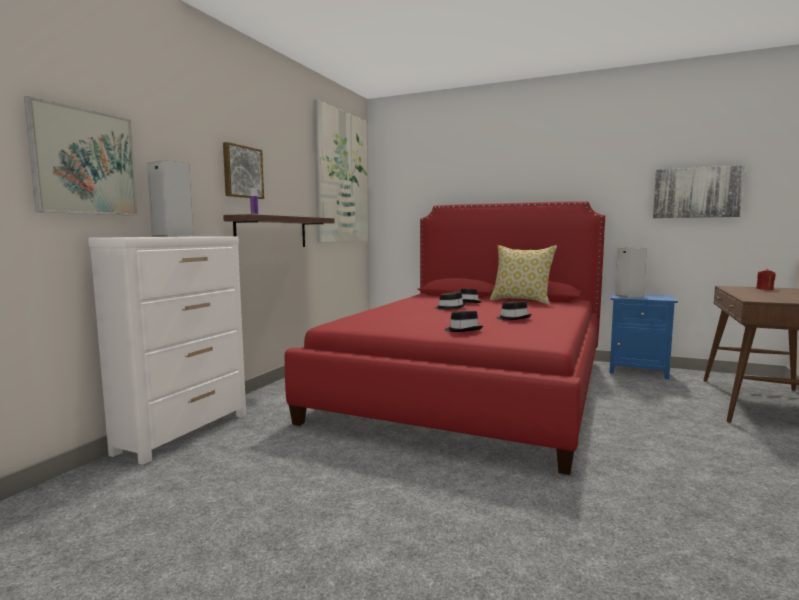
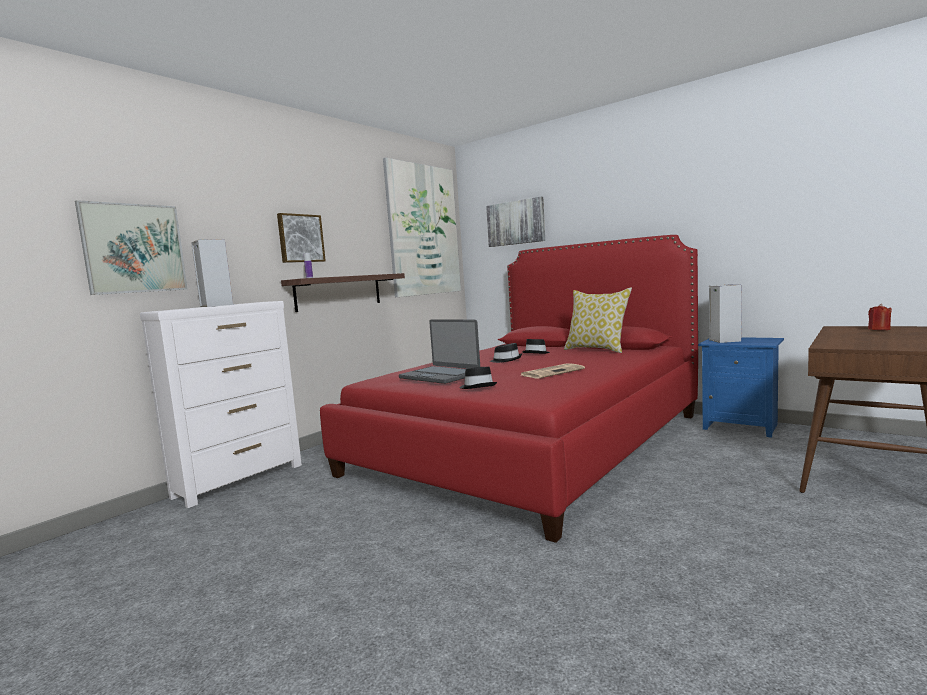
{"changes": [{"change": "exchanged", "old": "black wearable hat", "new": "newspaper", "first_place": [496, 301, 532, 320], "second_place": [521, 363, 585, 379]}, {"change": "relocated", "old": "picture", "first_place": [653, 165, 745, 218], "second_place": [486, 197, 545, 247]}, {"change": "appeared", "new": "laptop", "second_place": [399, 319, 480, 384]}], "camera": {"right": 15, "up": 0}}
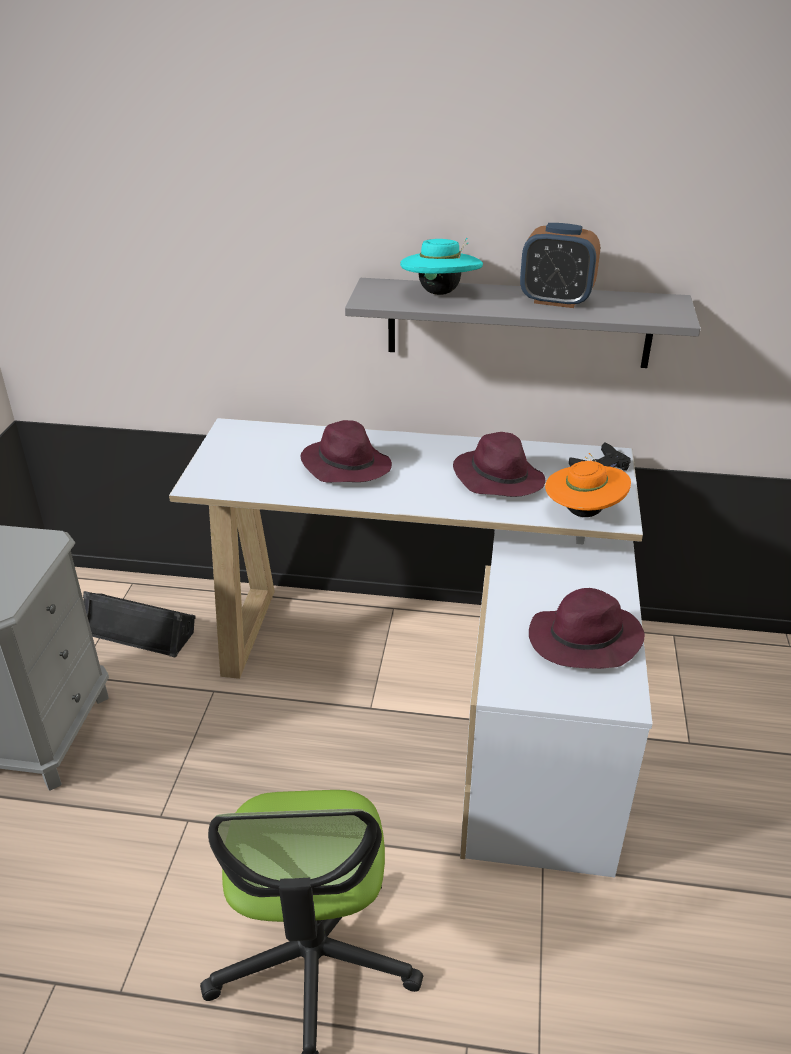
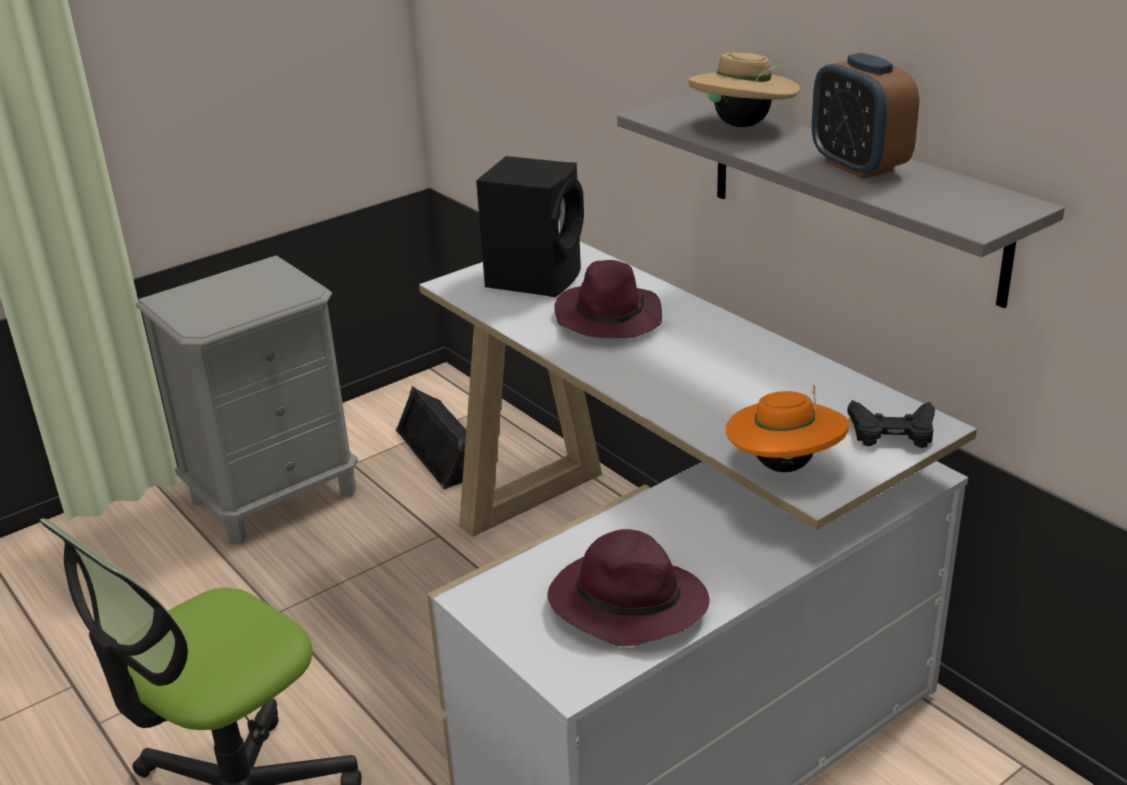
{"changes": [{"change": "colour", "old": "turquoise wearable hat", "new": "sand-coloured wearable hat", "first_place": [400, 238, 483, 295], "second_place": [689, 52, 800, 127]}, {"change": "missing", "old": "purple-coloured wearable hat", "first_place": [453, 432, 545, 497]}, {"change": "appeared", "new": "black loudspeaker", "second_place": [476, 156, 584, 297]}], "camera": {"right": 45, "up": -5}}
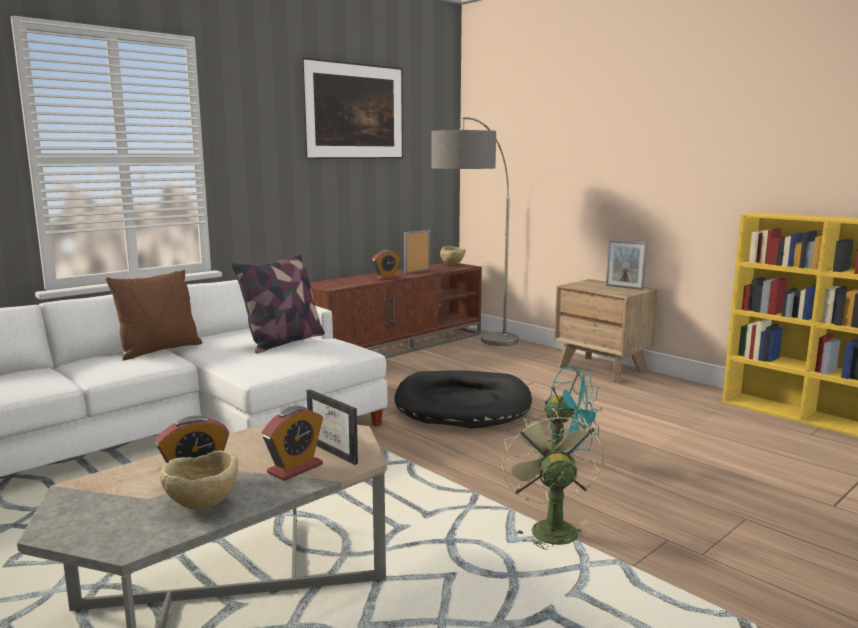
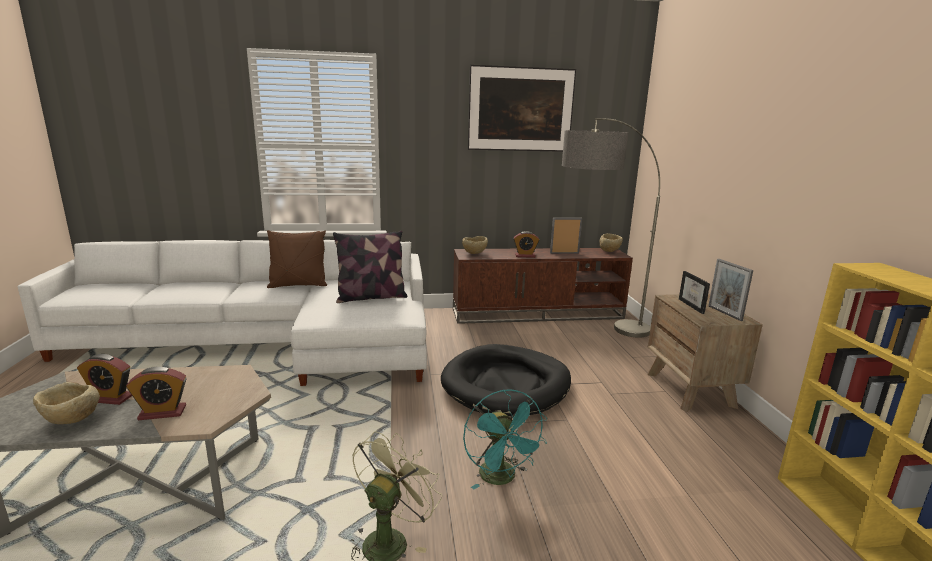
{"changes": [{"change": "relocated", "old": "standing frame", "first_place": [307, 389, 358, 465], "second_place": [679, 271, 710, 314]}, {"change": "appeared", "new": "sand-coloured bowl", "second_place": [462, 236, 488, 254]}], "camera": {"right": 35, "up": 5}}
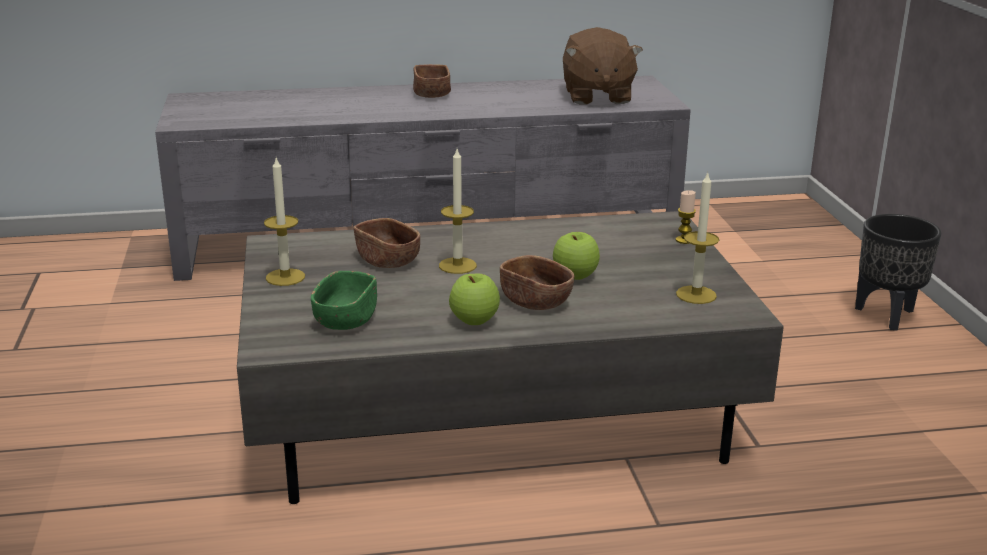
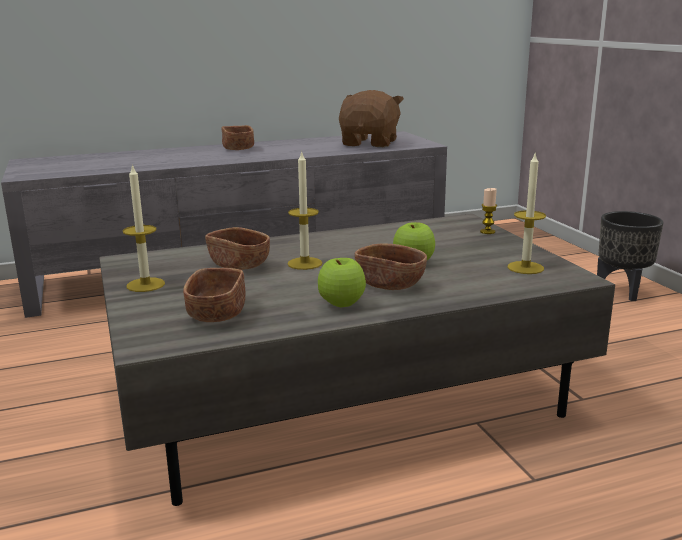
{"changes": [{"change": "colour", "old": "green bowl", "new": "brown bowl", "first_place": [311, 271, 377, 330], "second_place": [183, 268, 245, 322]}, {"change": "spun", "old": "brown plush toy", "first_place": [563, 27, 643, 105], "second_place": [339, 90, 404, 147], "degrees": -150}], "camera": {"right": -10, "up": -5}}
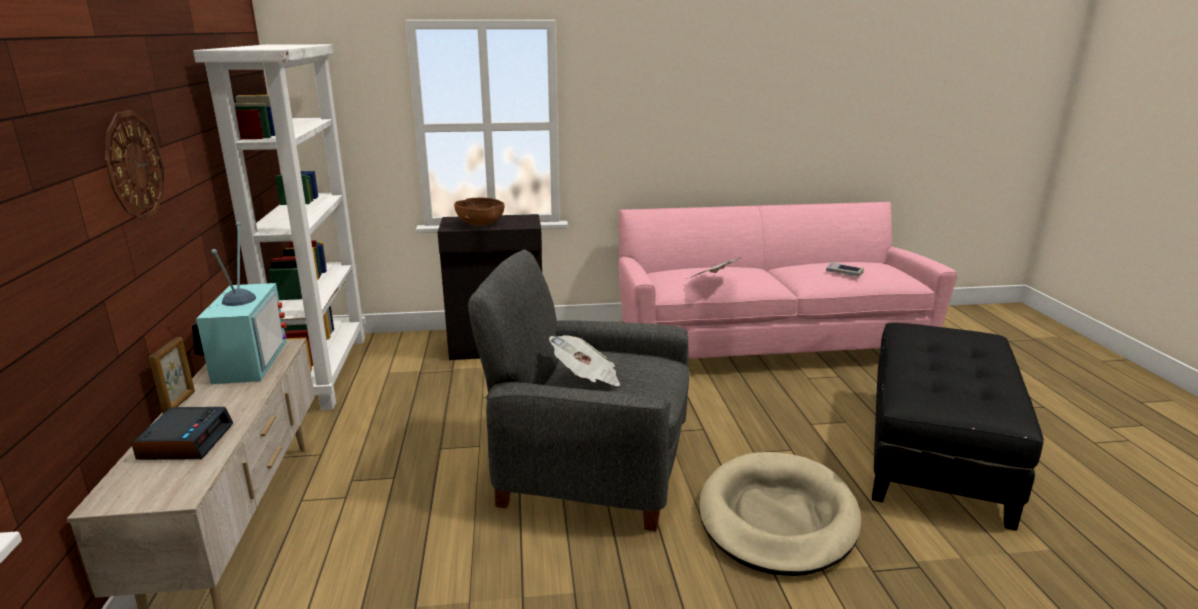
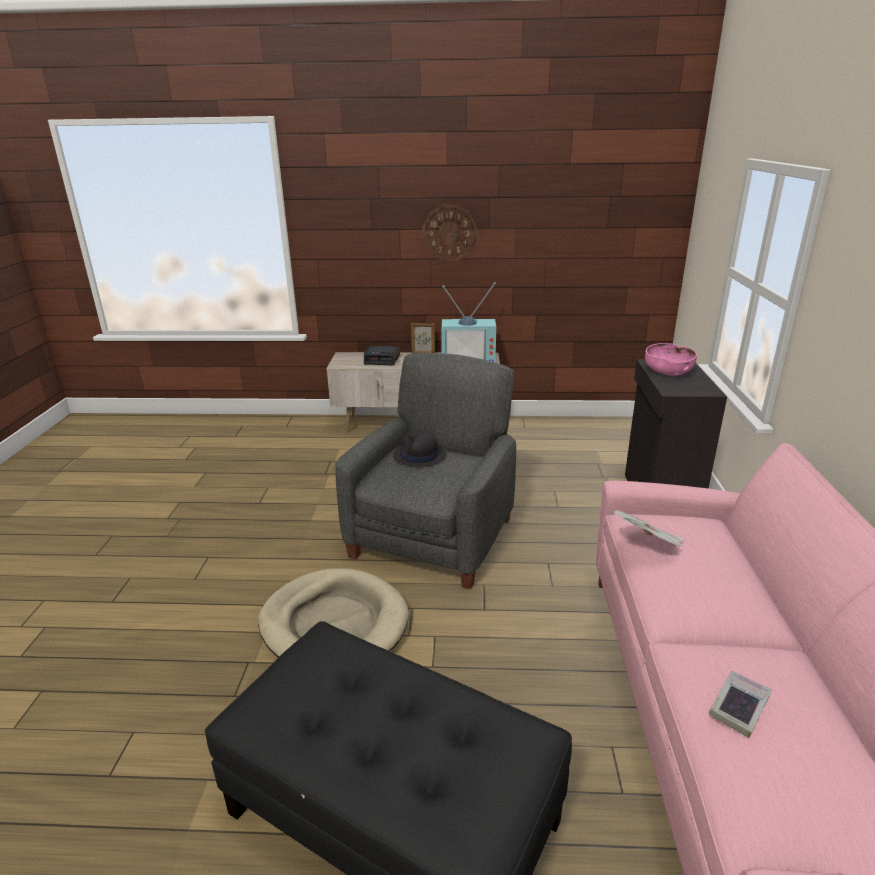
{"changes": [{"change": "missing", "old": "whitish shelving unit", "first_place": [193, 44, 366, 411]}, {"change": "colour", "old": "brown bowl", "new": "pinkish bowl", "first_place": [454, 198, 505, 225], "second_place": [645, 343, 697, 376]}, {"change": "exchanged", "old": "newspaper", "new": "black wearable hat", "first_place": [549, 335, 620, 386], "second_place": [393, 429, 446, 467]}], "camera": {"right": 100, "up": 5}}
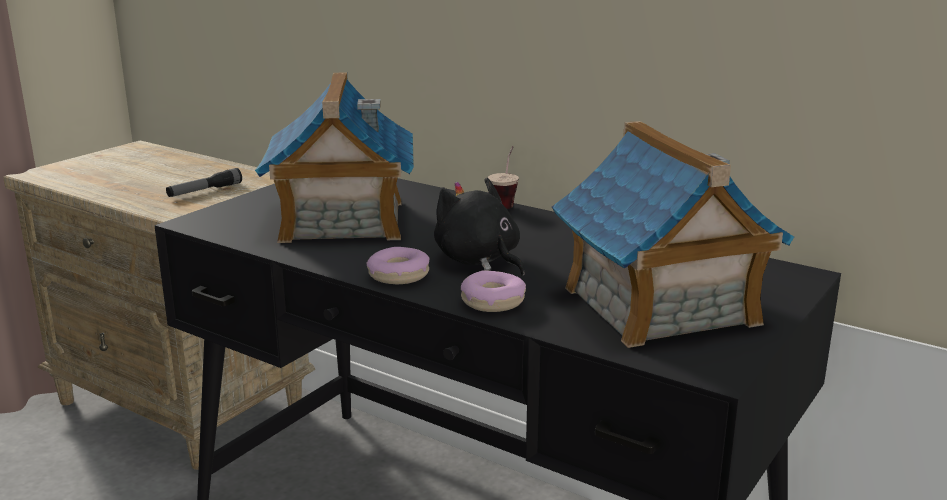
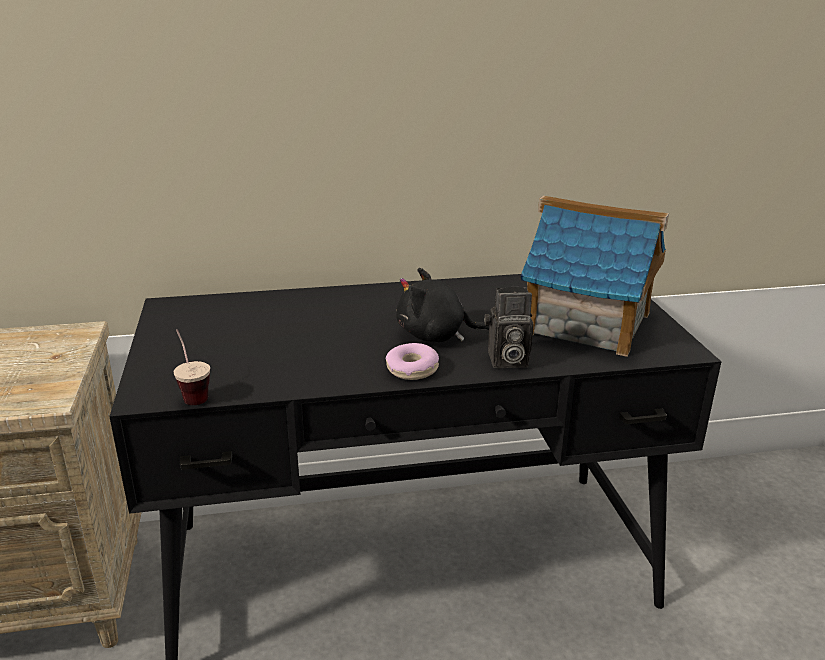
{"changes": [{"change": "missing", "old": "hand torch", "first_place": [166, 168, 242, 197]}, {"change": "missing", "old": "toy house", "first_place": [255, 73, 414, 243]}, {"change": "exchanged", "old": "donut", "new": "still camera", "first_place": [461, 270, 526, 312], "second_place": [484, 287, 534, 368]}, {"change": "relocated", "old": "drinking cup", "first_place": [488, 146, 519, 209], "second_place": [174, 329, 210, 405]}], "camera": {"right": -45, "up": 5}}
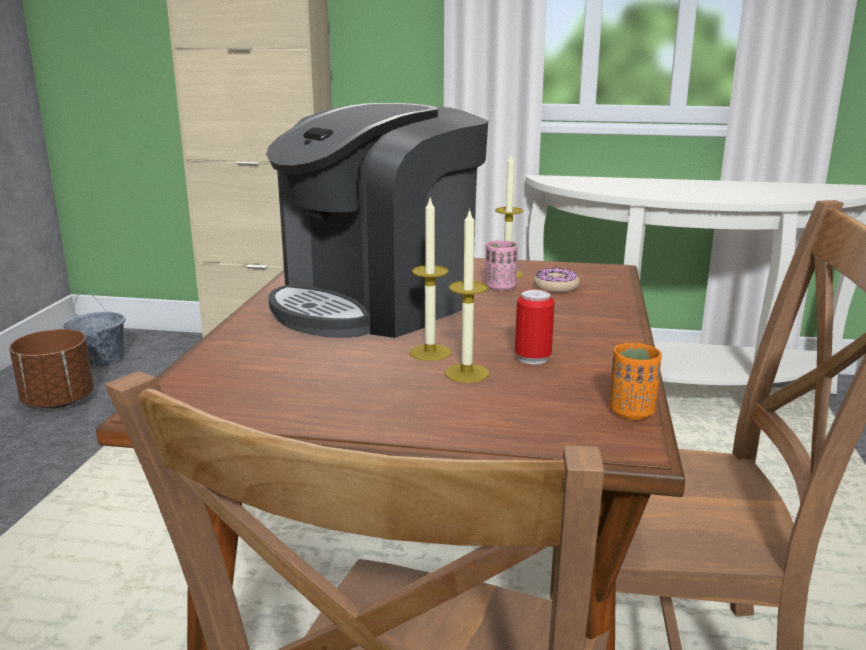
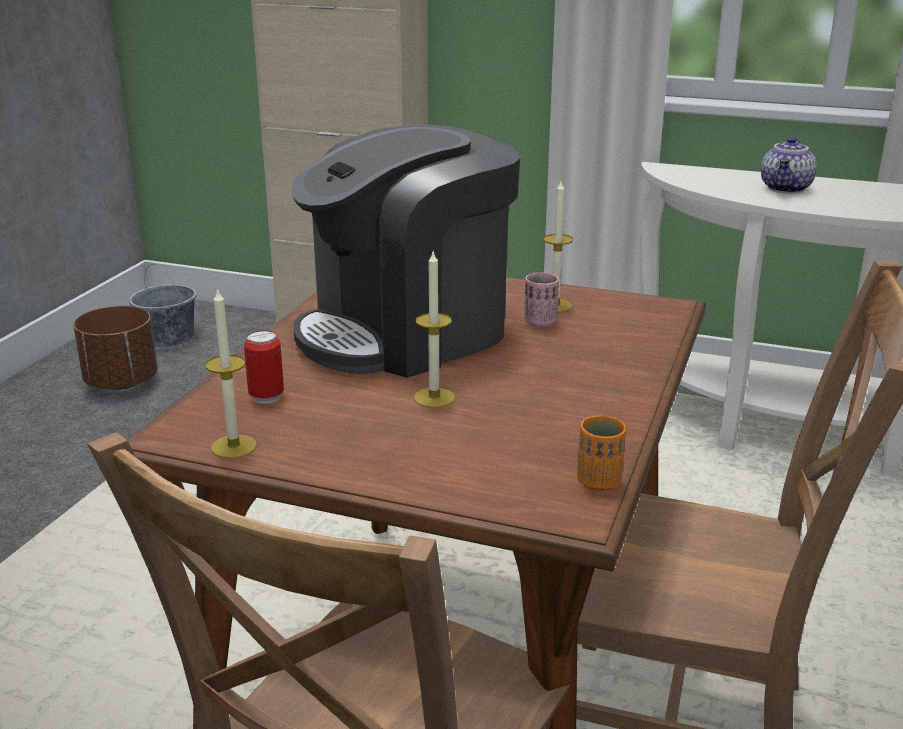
{"changes": [{"change": "relocated", "old": "wax light", "first_place": [445, 209, 489, 383], "second_place": [205, 287, 257, 458]}, {"change": "relocated", "old": "can", "first_place": [515, 289, 554, 365], "second_place": [244, 330, 284, 403]}, {"change": "missing", "old": "donut", "first_place": [534, 268, 580, 293]}, {"change": "appeared", "new": "teapot", "second_place": [761, 137, 817, 194]}], "camera": {"right": 10, "up": 5}}
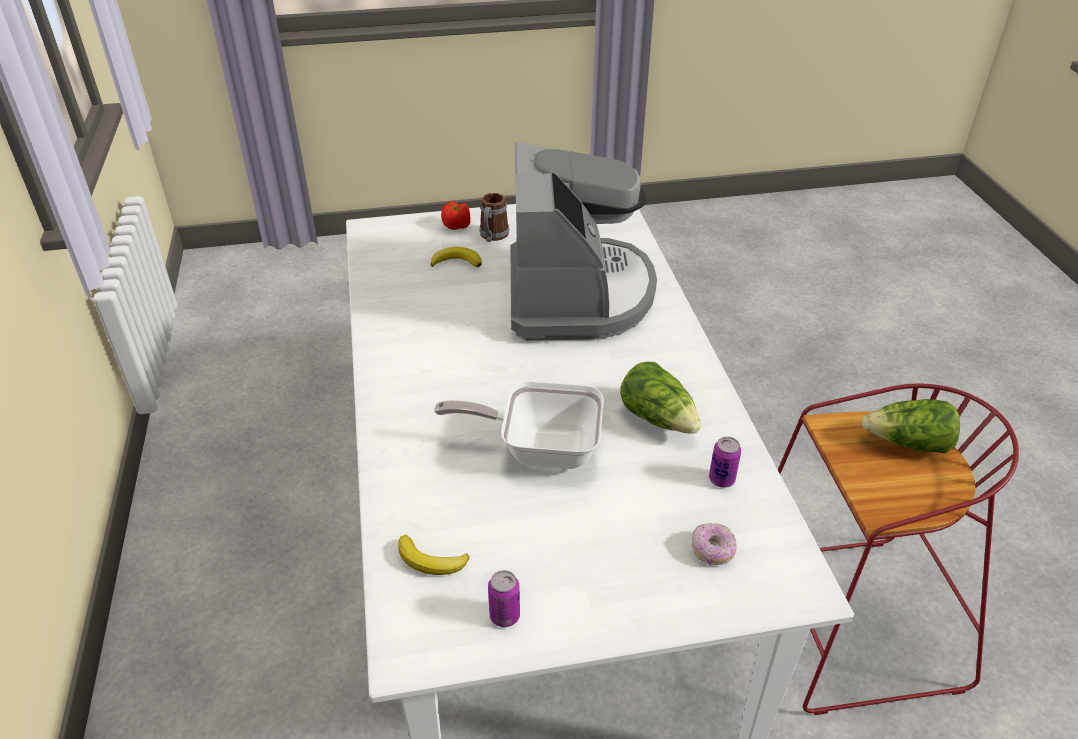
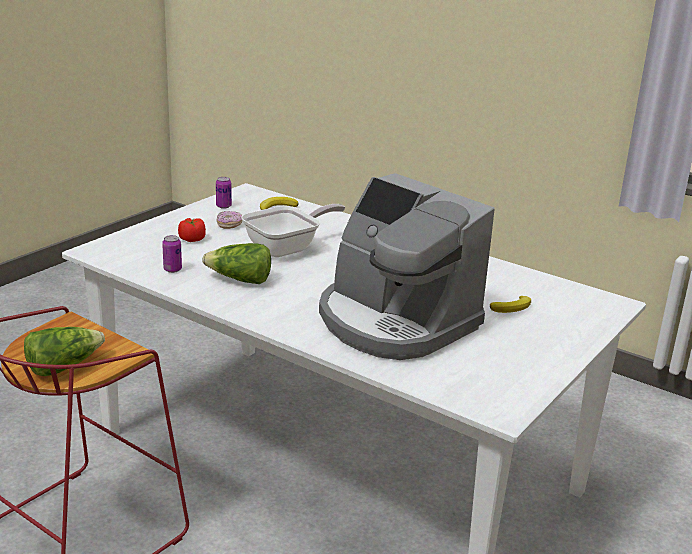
{"changes": [{"change": "relocated", "old": "tomato", "first_place": [441, 201, 471, 230], "second_place": [178, 218, 206, 242]}, {"change": "missing", "old": "coffee mug", "first_place": [480, 193, 509, 242]}, {"change": "relocated", "old": "donut", "first_place": [692, 523, 737, 565], "second_place": [217, 211, 242, 229]}], "camera": {"right": 135, "up": -15}}
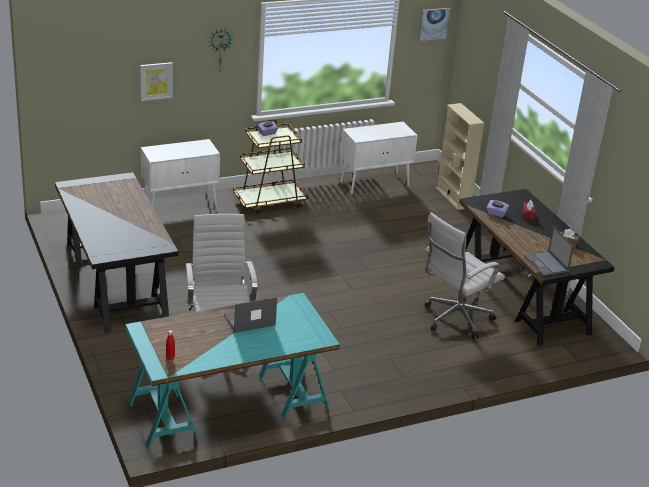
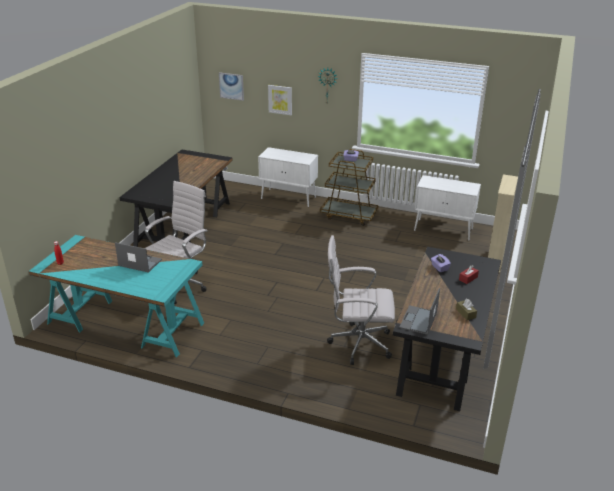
{"changes": [{"change": "relocated", "old": "picture", "first_place": [418, 8, 451, 41], "second_place": [219, 72, 244, 101]}], "camera": {"right": 45, "up": 0}}
